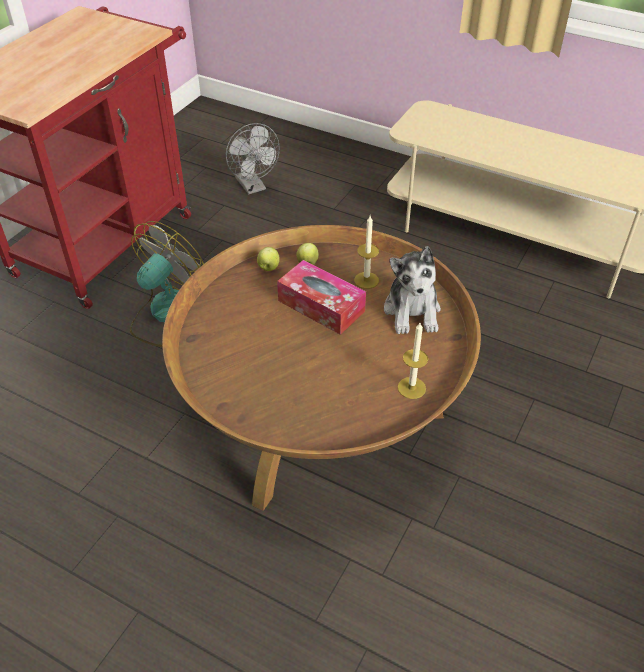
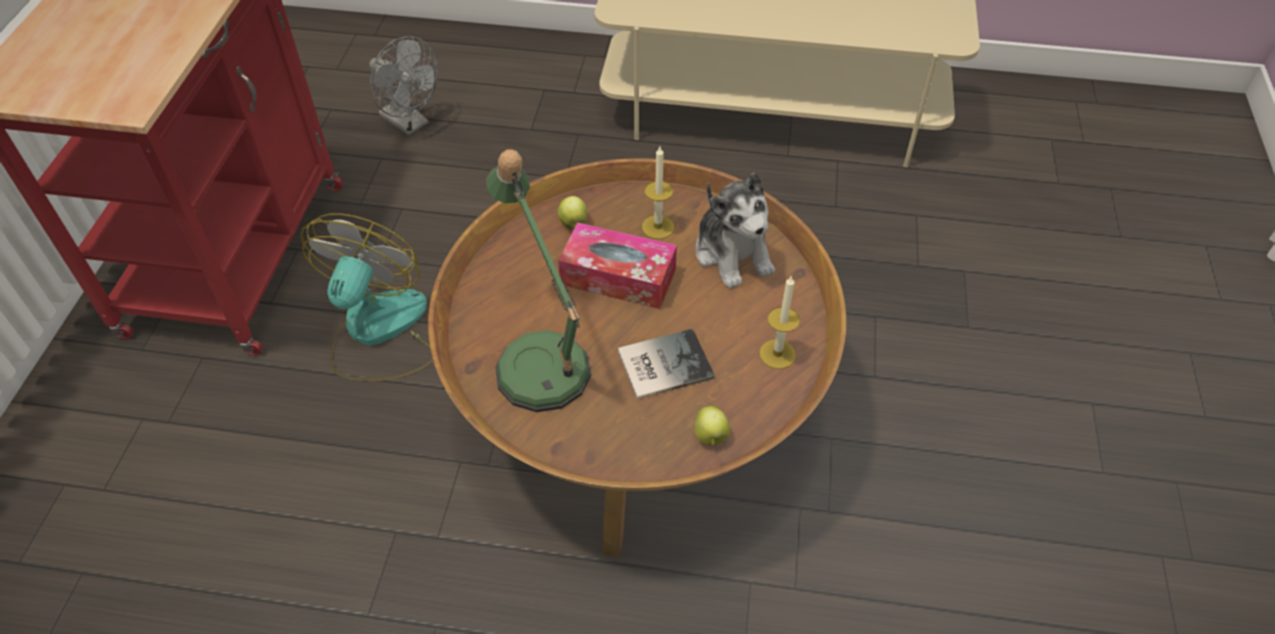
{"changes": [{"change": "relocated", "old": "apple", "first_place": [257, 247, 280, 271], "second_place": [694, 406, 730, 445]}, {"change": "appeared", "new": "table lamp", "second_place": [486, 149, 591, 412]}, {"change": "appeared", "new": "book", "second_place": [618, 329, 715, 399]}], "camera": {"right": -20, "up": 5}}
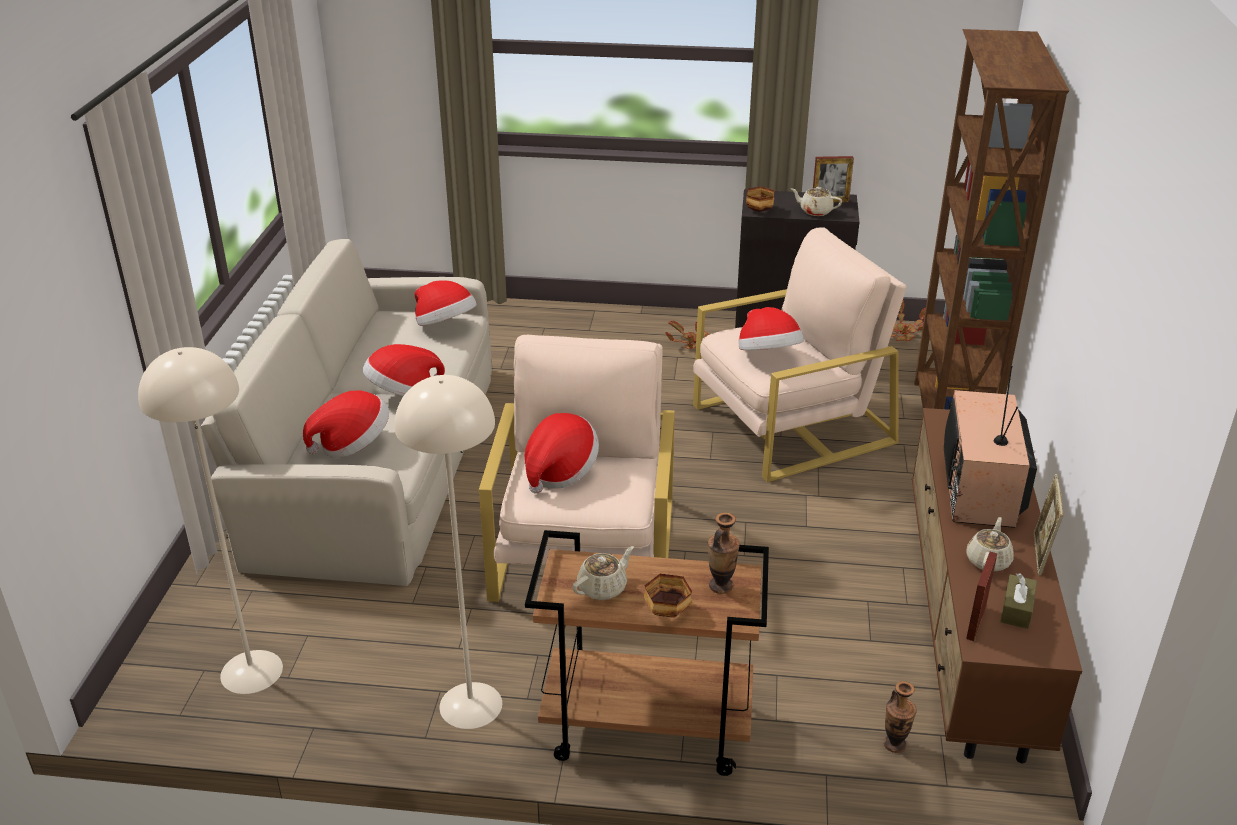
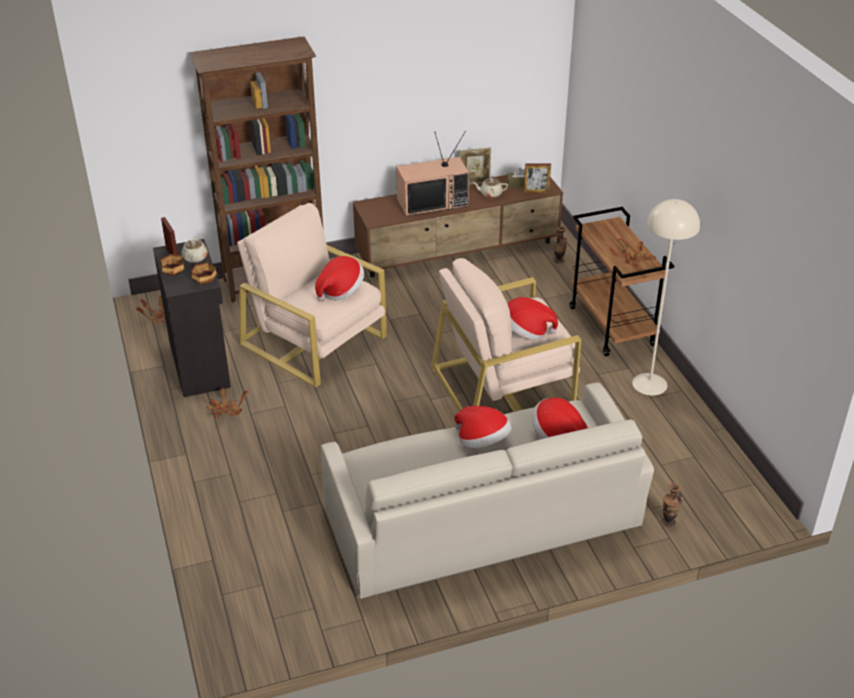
{"changes": [{"change": "missing", "old": "sand-coloured floor lamp", "first_place": [138, 347, 283, 694]}, {"change": "missing", "old": "wearable hat", "first_place": [414, 280, 477, 326]}, {"change": "exchanged", "old": "sand-coloured teapot", "new": "houseplant", "first_place": [572, 546, 634, 600], "second_place": [609, 238, 656, 265]}, {"change": "relocated", "old": "bowl", "first_place": [644, 574, 693, 618], "second_place": [161, 254, 185, 276]}, {"change": "relocated", "old": "flower vase", "first_place": [708, 513, 740, 594], "second_place": [662, 483, 682, 527]}], "camera": {"right": -115, "up": 5}}
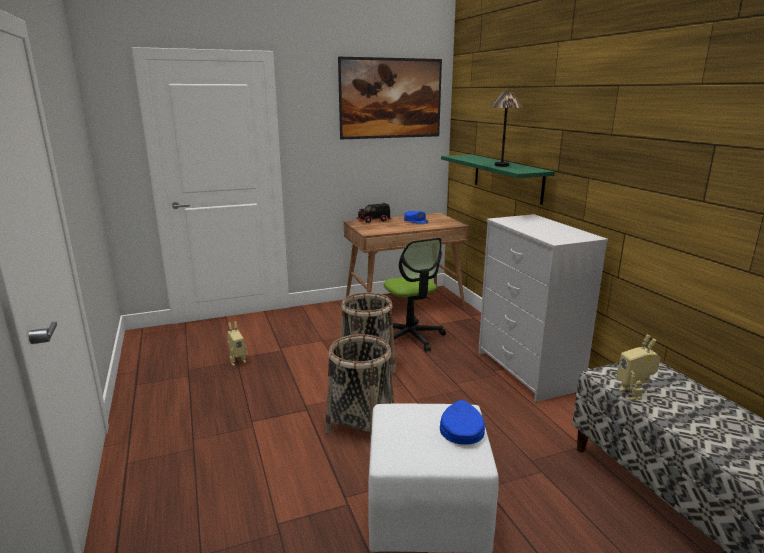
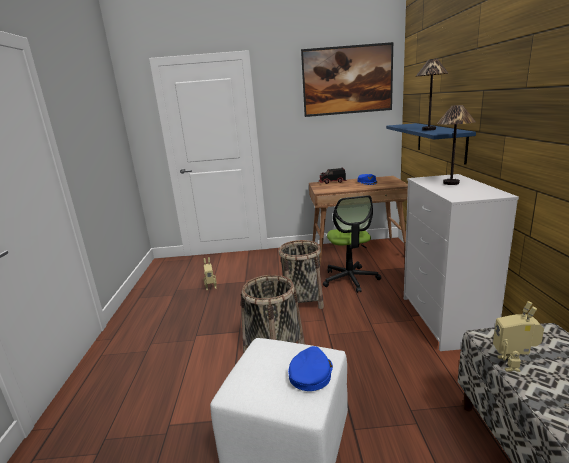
{"changes": [{"change": "colour", "old": "green shelf", "new": "blue shelf", "first_place": [441, 154, 555, 205], "second_place": [386, 123, 476, 165]}, {"change": "appeared", "new": "table lamp", "second_place": [437, 105, 476, 185]}], "camera": {"right": 20, "up": 0}}
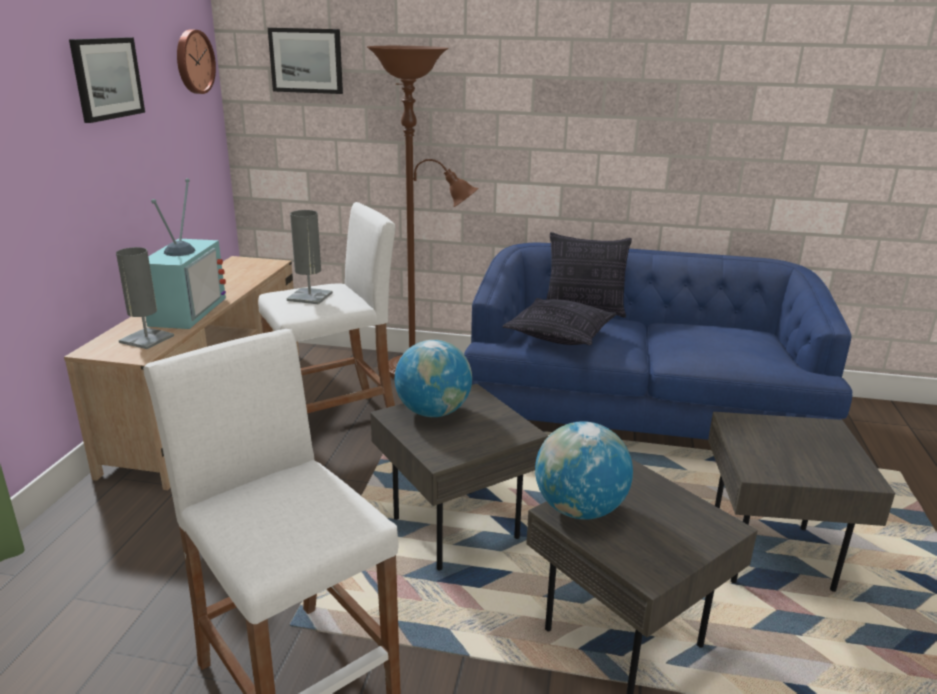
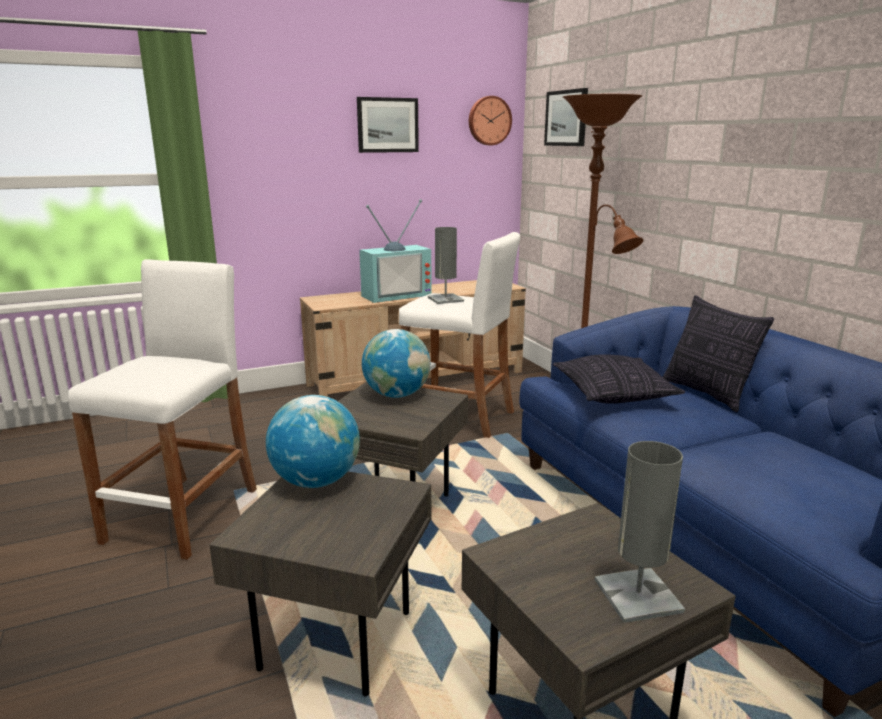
{"changes": [{"change": "relocated", "old": "greyish table lamp", "first_place": [116, 247, 174, 349], "second_place": [595, 441, 685, 623]}], "camera": {"right": 55, "up": -5}}
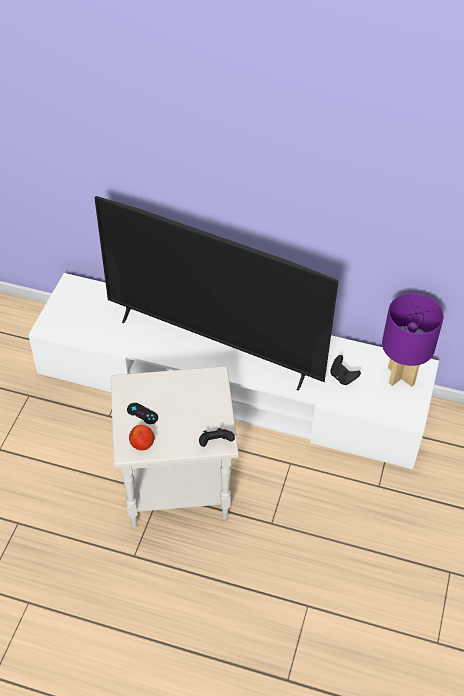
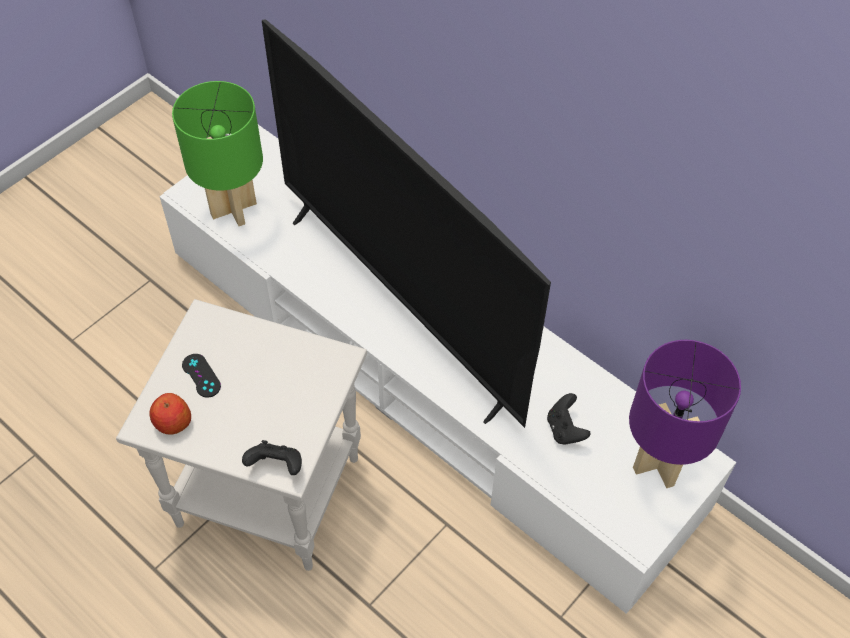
{"changes": [{"change": "appeared", "new": "green table lamp", "second_place": [172, 81, 263, 226]}], "camera": {"right": 25, "up": 5}}
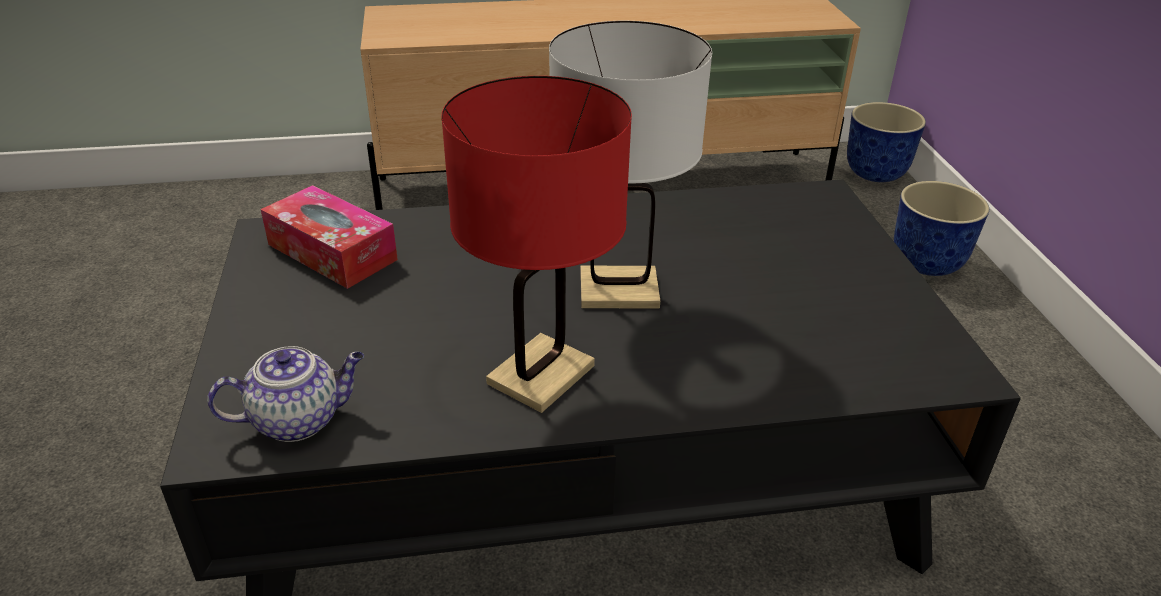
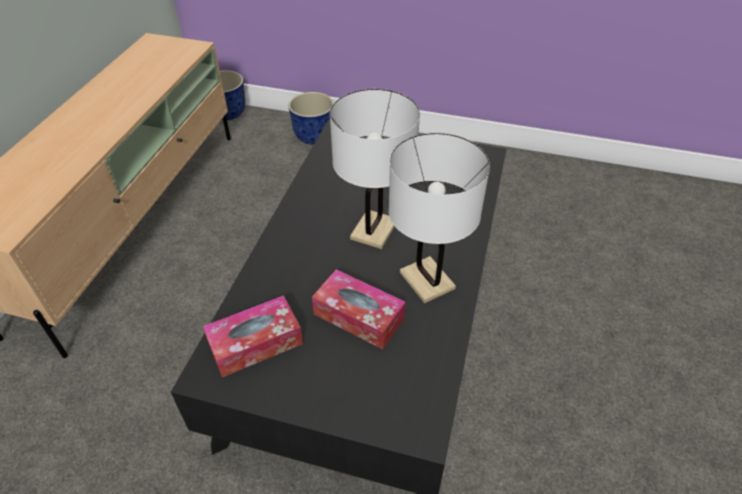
{"changes": [{"change": "missing", "old": "teapot", "first_place": [207, 346, 364, 442]}, {"change": "colour", "old": "red table lamp", "new": "whitish table lamp", "first_place": [441, 76, 632, 413], "second_place": [388, 133, 490, 303]}, {"change": "appeared", "new": "tissue box", "second_place": [312, 269, 405, 350]}], "camera": {"right": -65, "up": 10}}
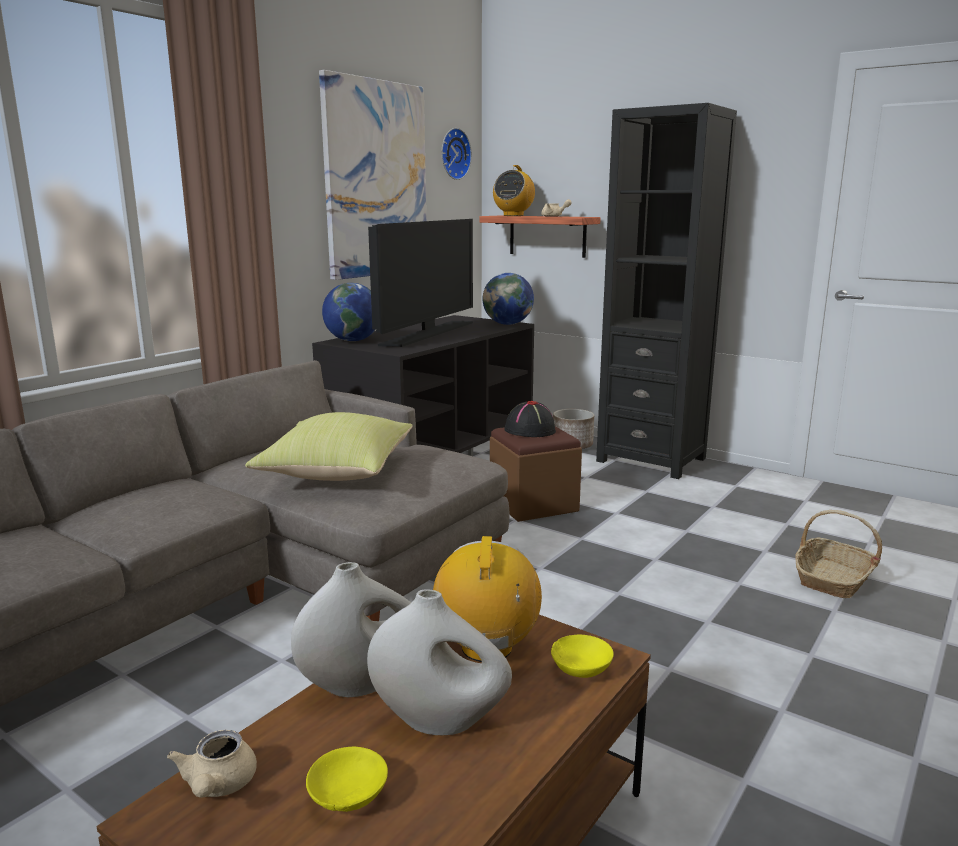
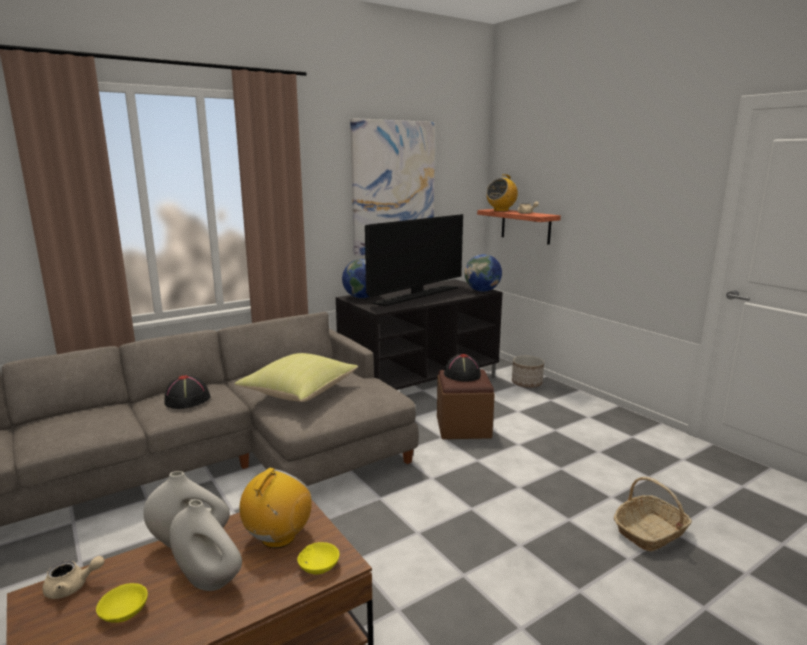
{"changes": [{"change": "spun", "old": "sand-coloured teapot", "first_place": [167, 730, 257, 798], "second_place": [43, 556, 104, 599], "degrees": -120}, {"change": "missing", "old": "clock on the wall", "first_place": [442, 128, 472, 180]}, {"change": "missing", "old": "black shelving unit", "first_place": [596, 103, 737, 479]}, {"change": "appeared", "new": "black wearable hat", "second_place": [164, 375, 211, 409]}], "camera": {"right": 20, "up": 0}}
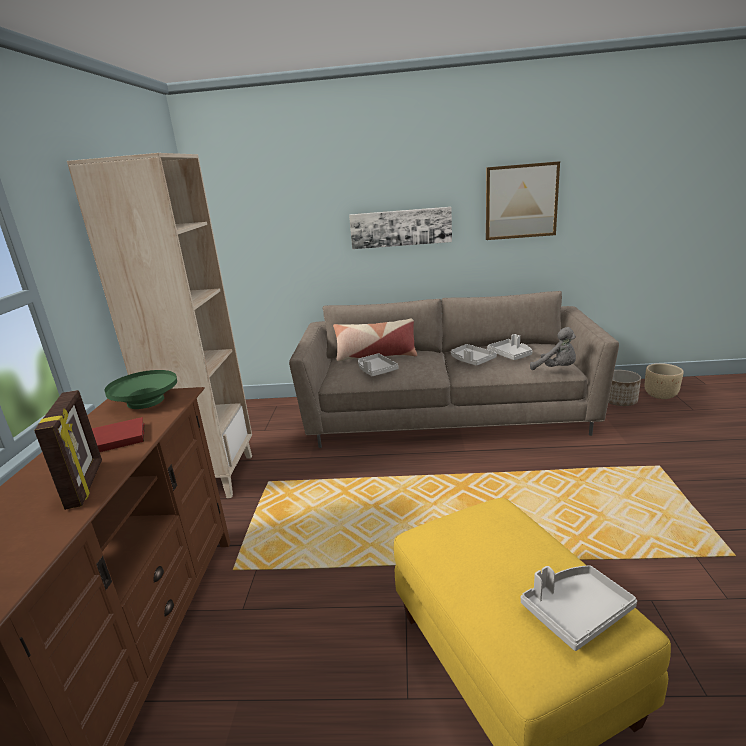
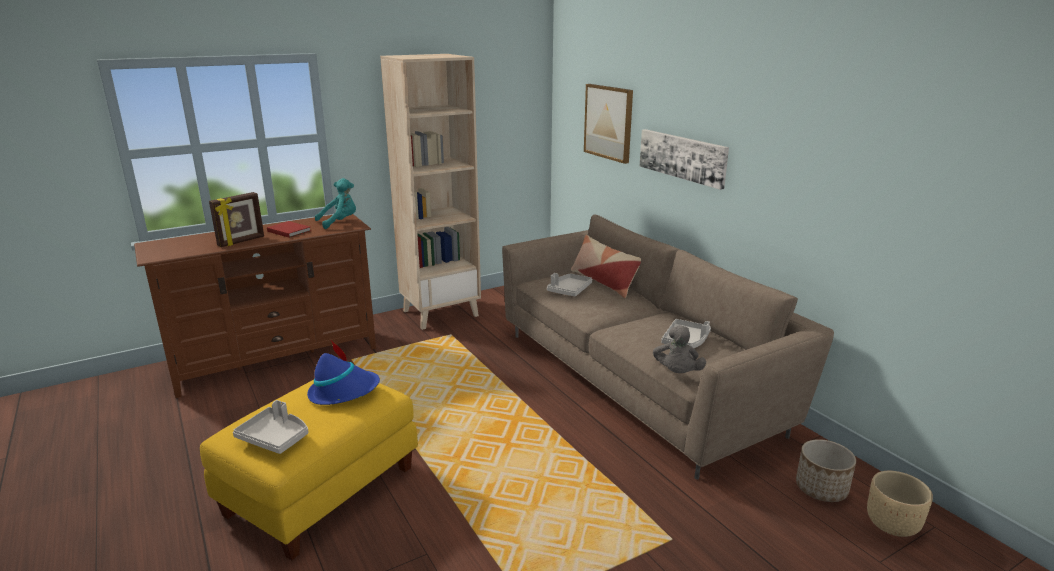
{"changes": [{"change": "exchanged", "old": "green bowl", "new": "turquoise plush toy", "first_place": [104, 370, 177, 409], "second_place": [315, 178, 356, 229]}, {"change": "missing", "old": "greyish serving tray", "first_place": [451, 344, 497, 366]}, {"change": "relocated", "old": "picture", "first_place": [486, 161, 560, 240], "second_place": [584, 84, 633, 164]}, {"change": "appeared", "new": "blue wearable hat", "second_place": [307, 340, 380, 405]}], "camera": {"right": 55, "up": 0}}
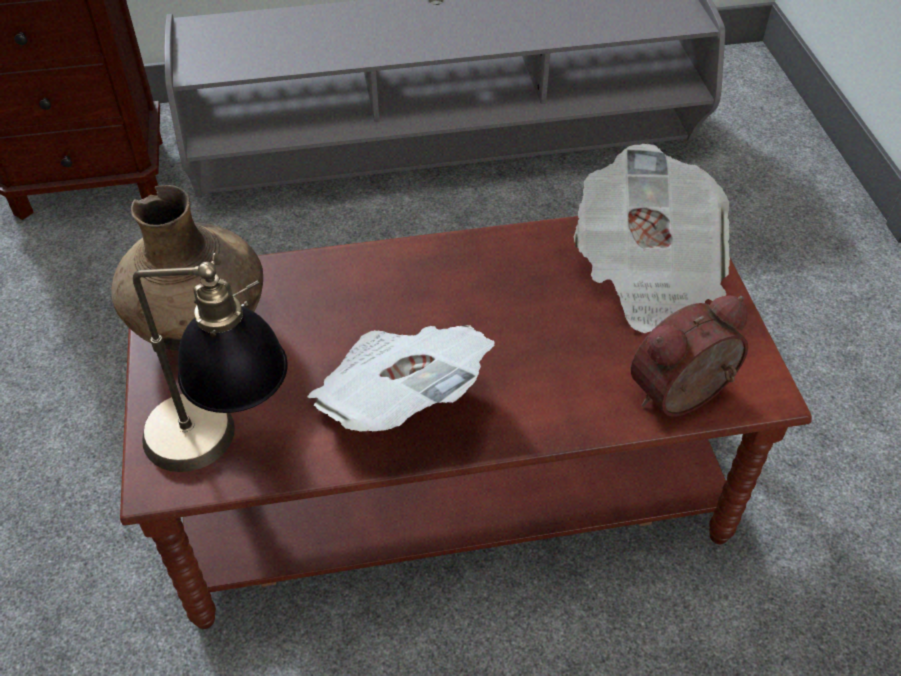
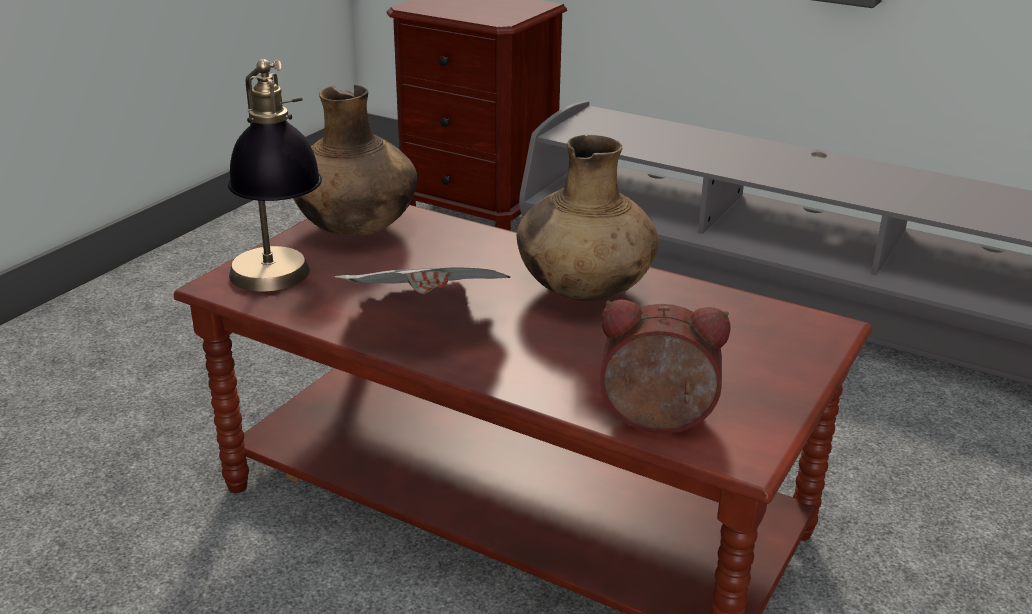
{"changes": [{"change": "missing", "old": "newspaper", "first_place": [573, 144, 730, 333]}, {"change": "appeared", "new": "brown flower vase", "second_place": [517, 135, 658, 301]}], "camera": {"right": 40, "up": -20}}
